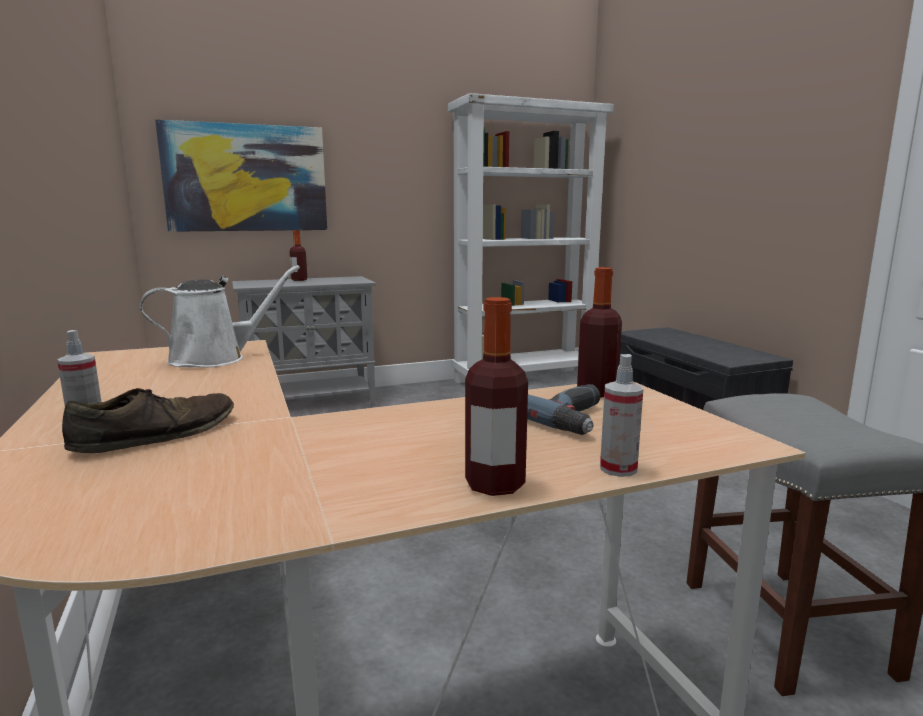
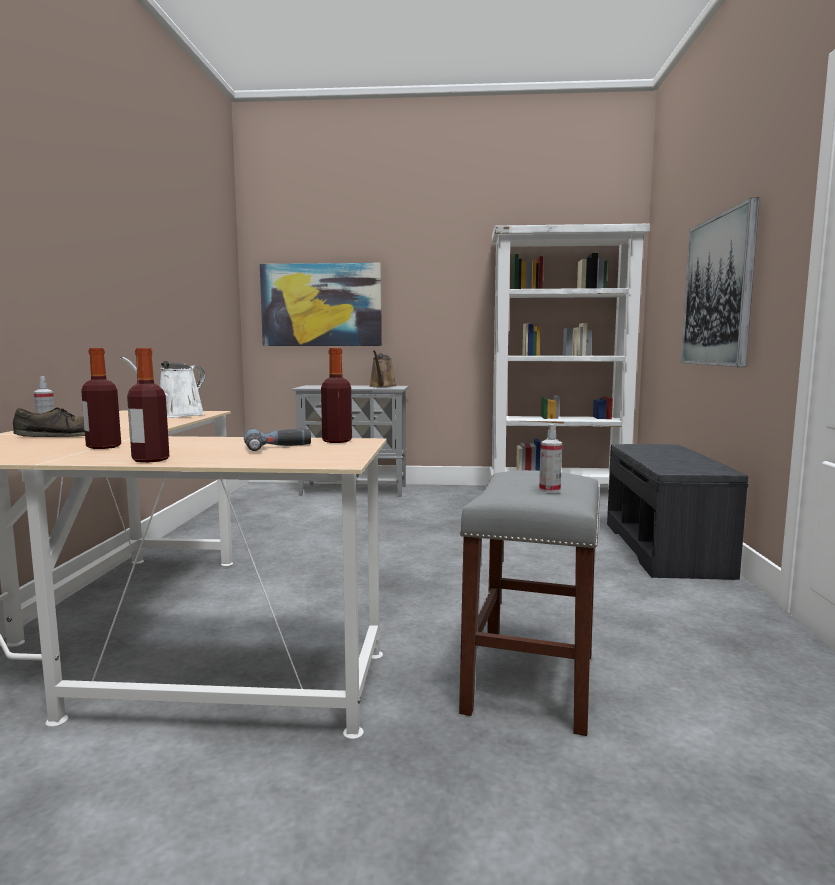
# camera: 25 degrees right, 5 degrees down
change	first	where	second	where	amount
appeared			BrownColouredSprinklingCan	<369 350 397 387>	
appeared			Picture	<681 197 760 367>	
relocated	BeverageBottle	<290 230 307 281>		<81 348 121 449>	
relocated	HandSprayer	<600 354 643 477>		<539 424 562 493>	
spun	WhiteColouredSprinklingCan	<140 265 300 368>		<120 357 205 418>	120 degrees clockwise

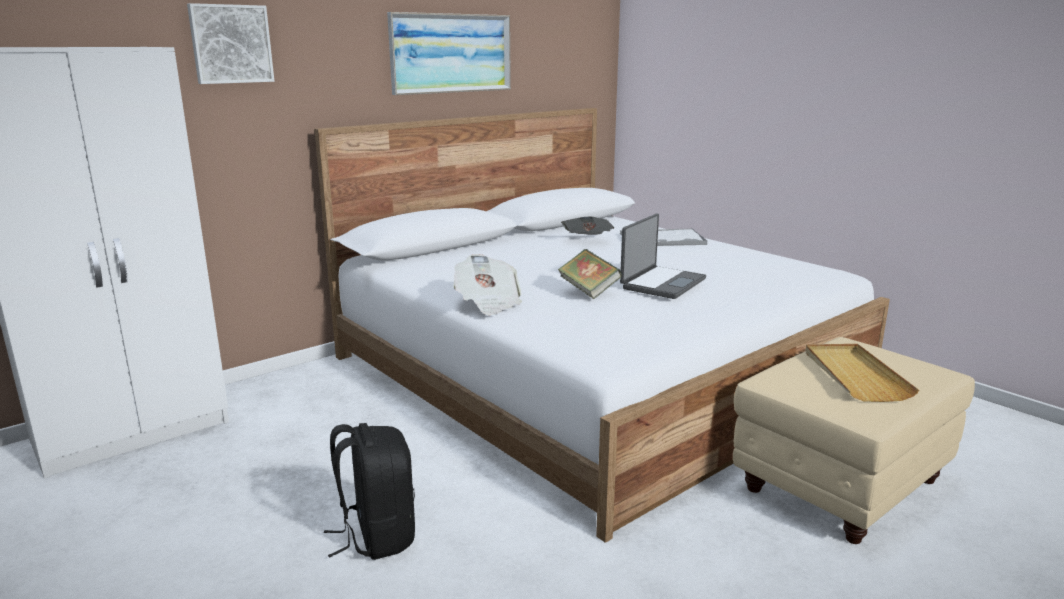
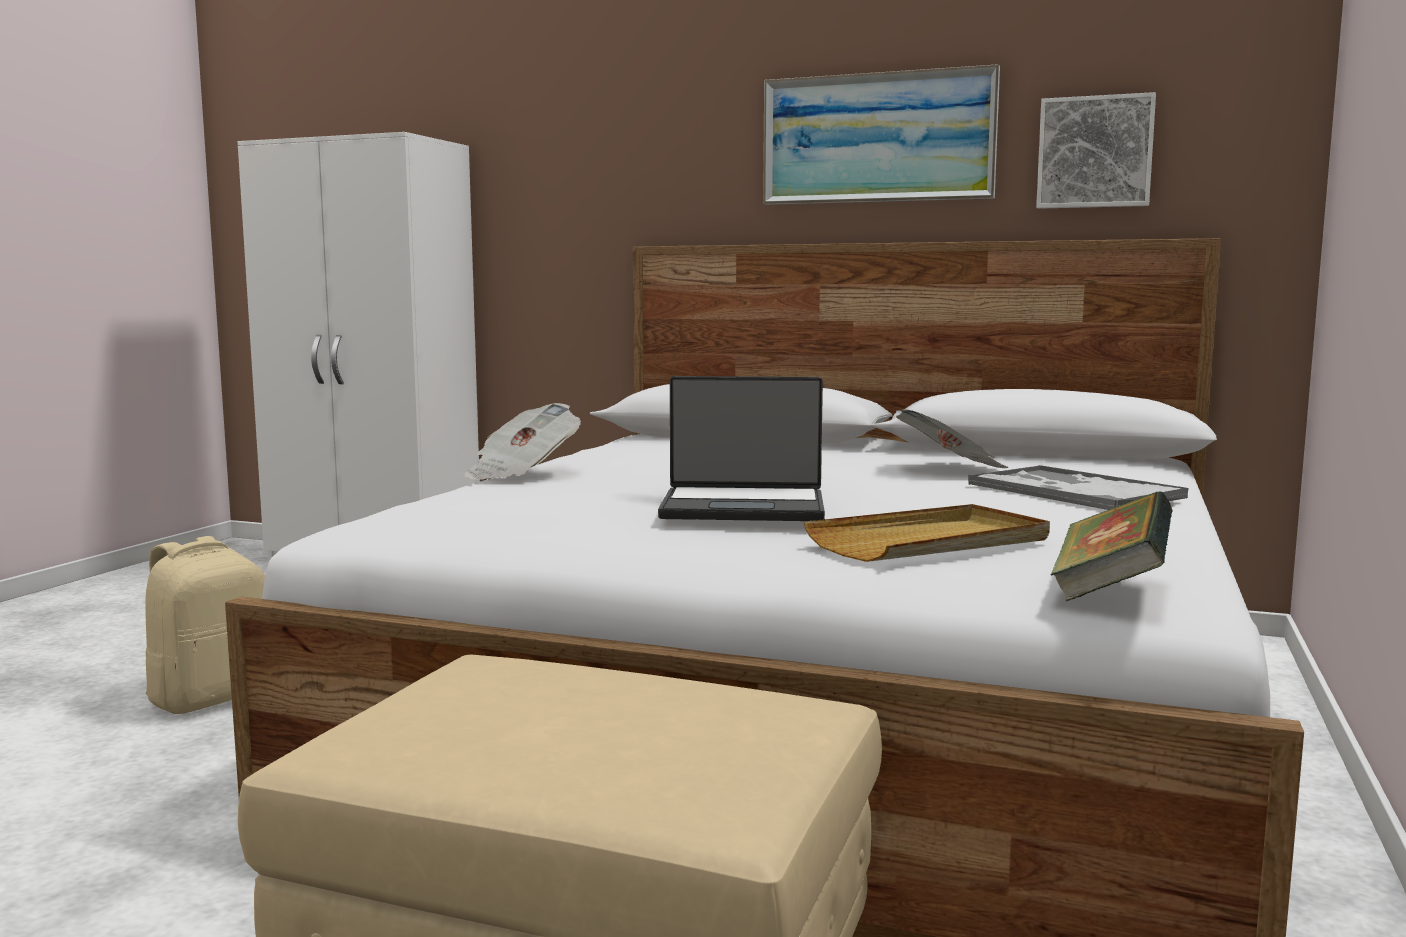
# camera: 60 degrees right, 10 degrees down
change	first	where	second	where	amount
relocated	Picture	<187 3 274 84>		<1036 92 1156 209>	
relocated	Book	<558 249 622 299>		<1051 491 1173 601>	
relocated	BeigeTray	<806 344 919 402>		<804 504 1050 562>	
colour	BlackRucksack	<324 423 415 560>	BeigeRucksack	<145 536 265 714>	

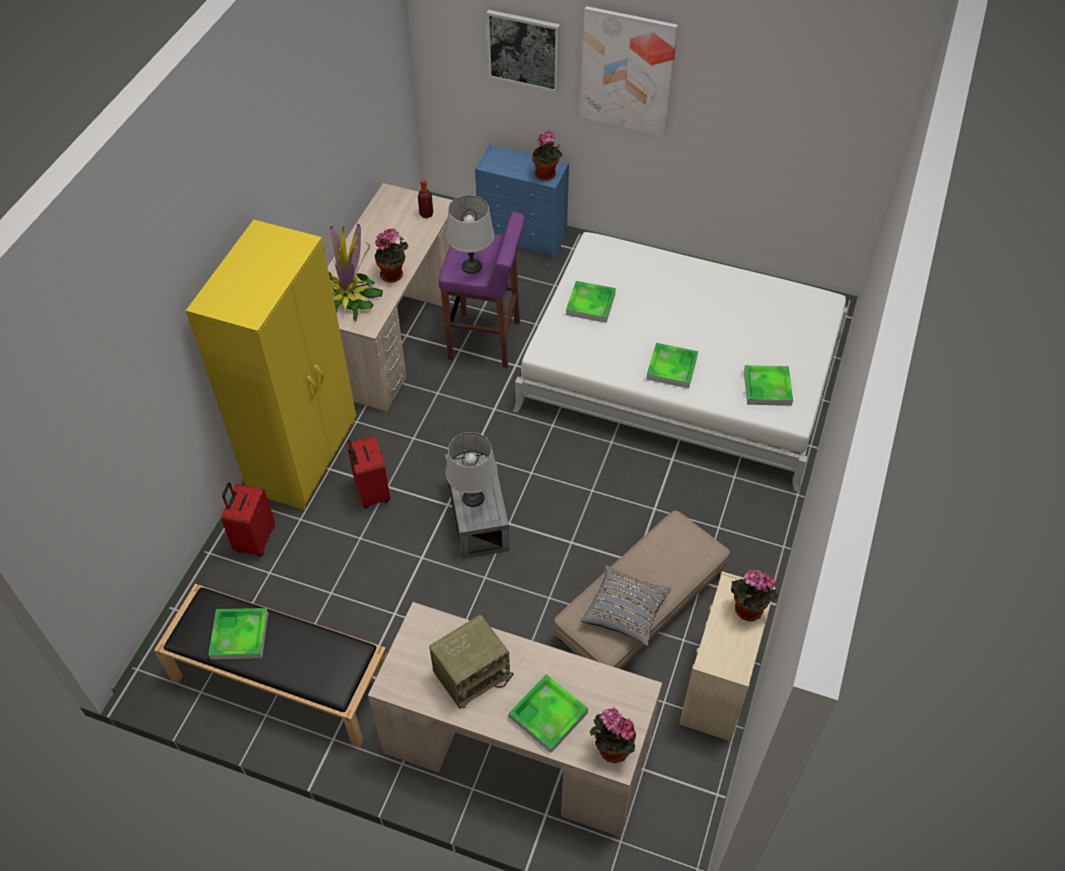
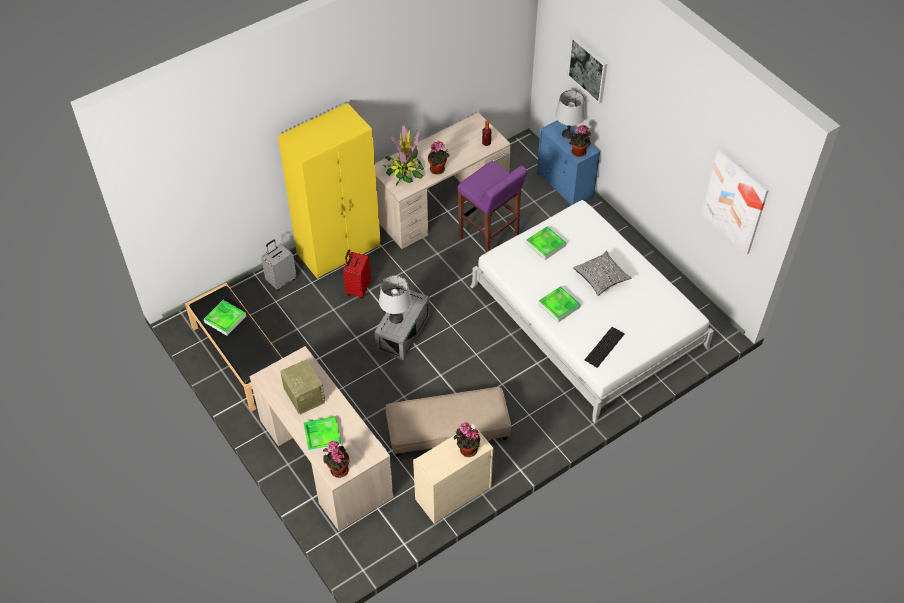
# camera: 35 degrees right, 0 degrees up
change	first	where	second	where	amount
relocated	GrayTabletopLamp	<446 195 494 274>		<555 90 586 139>	
relocated	Picture	<580 6 678 136>		<702 149 769 254>	
relocated	GrayPillow	<581 565 671 646>		<573 251 632 296>	
exchanged	Tray	<744 365 793 406>	PcKeyboard	<585 327 624 368>	
colour	RedSuitcase	<221 482 275 556>	GraySuitcase	<261 240 297 291>	
spun	Radio	<429 615 514 709>		<280 359 325 415>	120 degrees counterclockwise

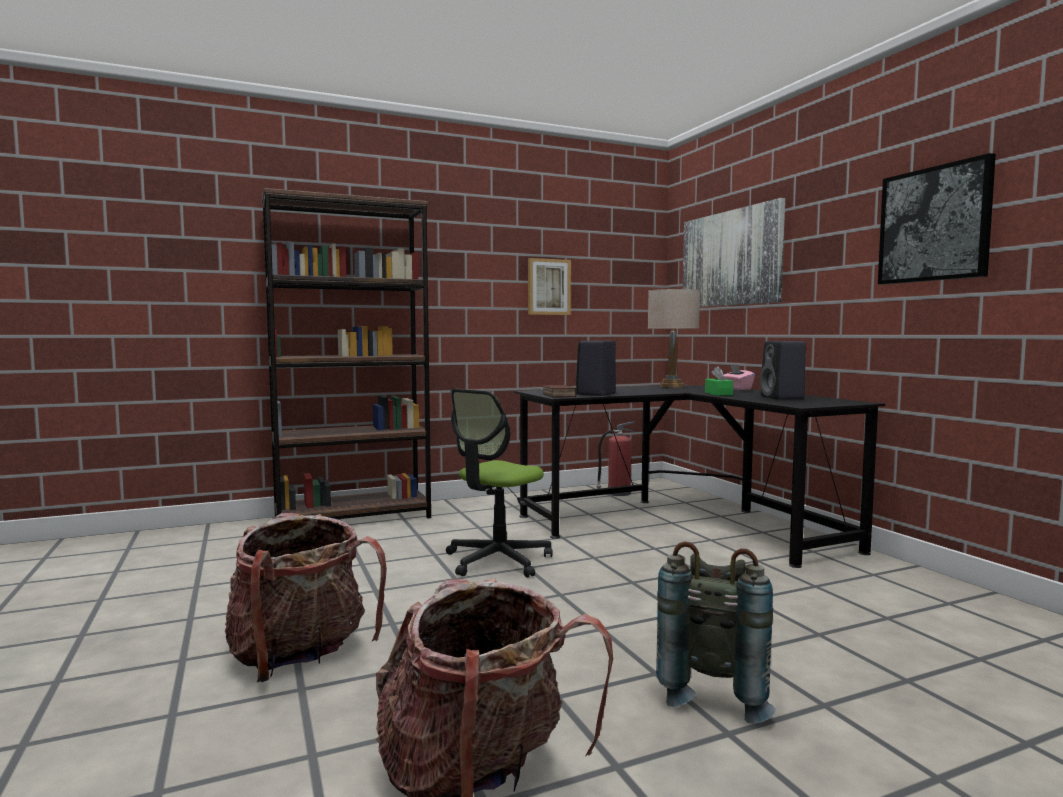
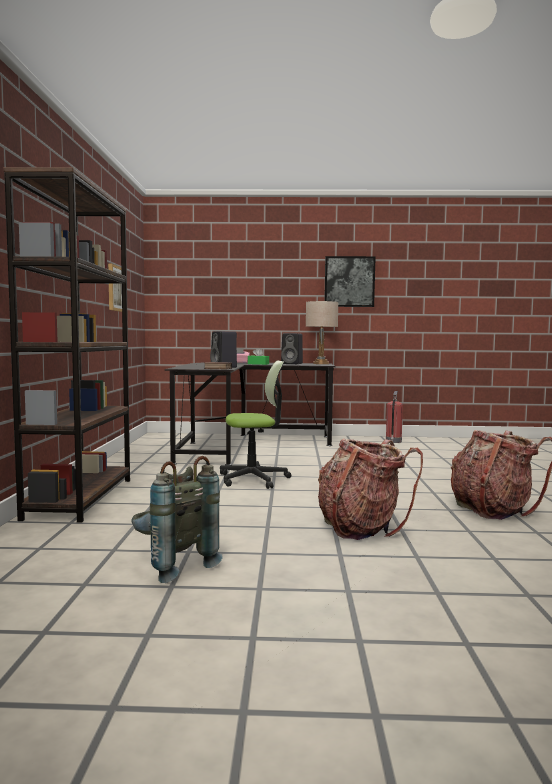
# camera: 65 degrees left, 0 degrees up
change	first	where	second	where	amount
missing	Picture	<683 198 785 307>			
relocated	FireFightingCylinder	<596 421 634 496>		<386 391 403 443>	
relocated	BeigeTabletopLamp	<648 289 700 388>		<306 301 339 364>	
relocated	GrayRucksack	<656 542 776 724>		<131 456 223 583>	
spun	ComputerChair	<446 389 552 577>		<220 360 291 489>	75 degrees counterclockwise

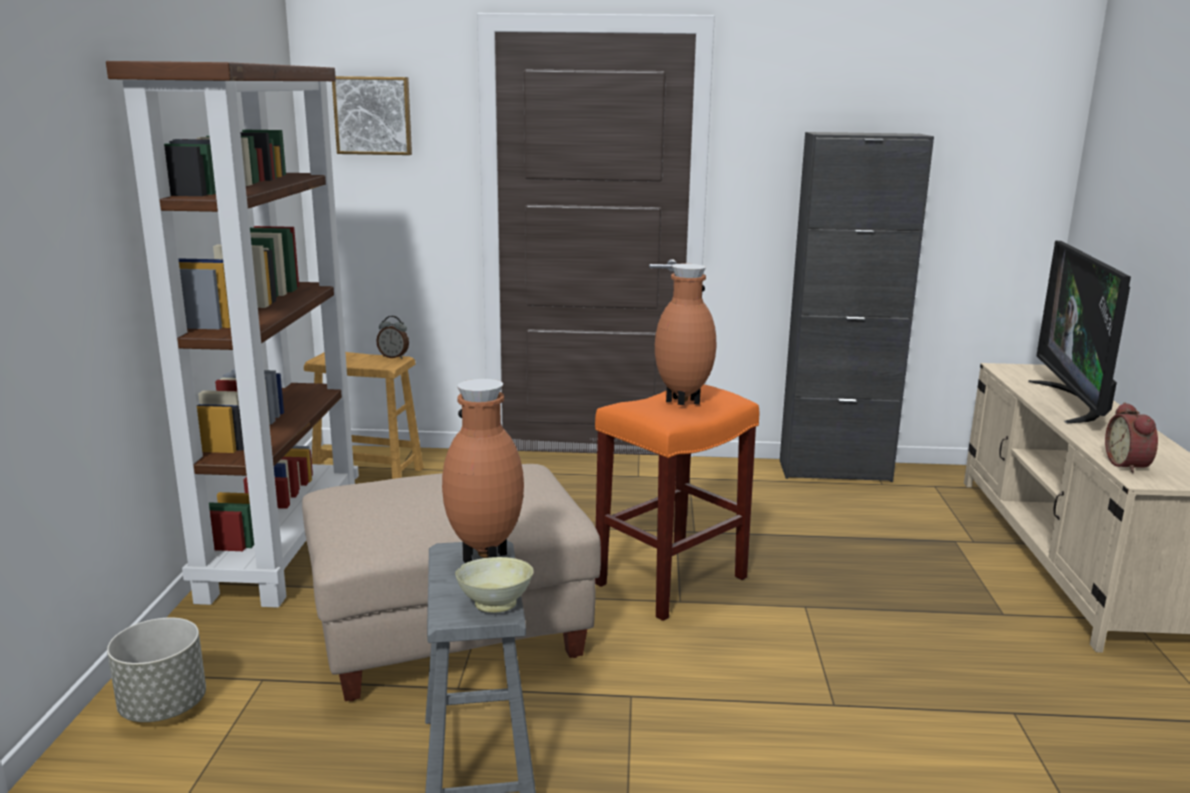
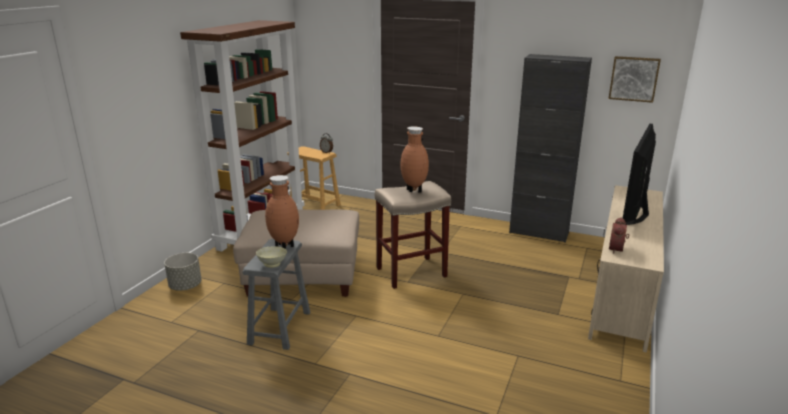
# camera: 20 degrees right, 5 degrees up
change	first	where	second	where	amount
relocated	Picture	<332 76 412 155>		<609 56 661 103>	
colour	OrangeStoolSeat	<595 384 759 621>	BeigeStoolSeat	<375 181 451 289>	

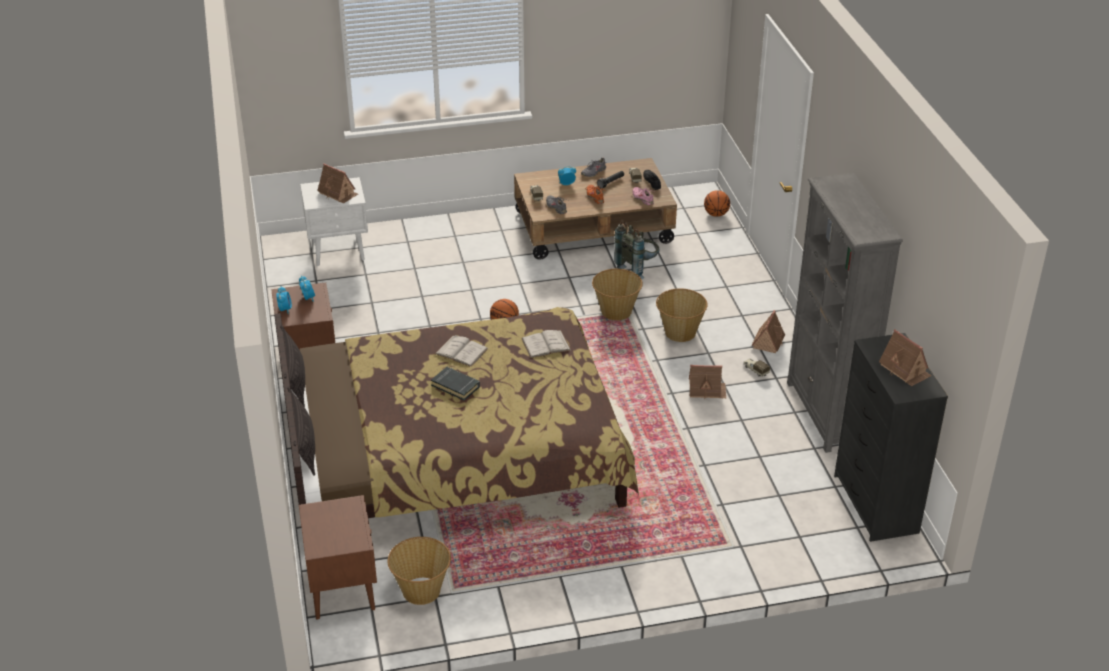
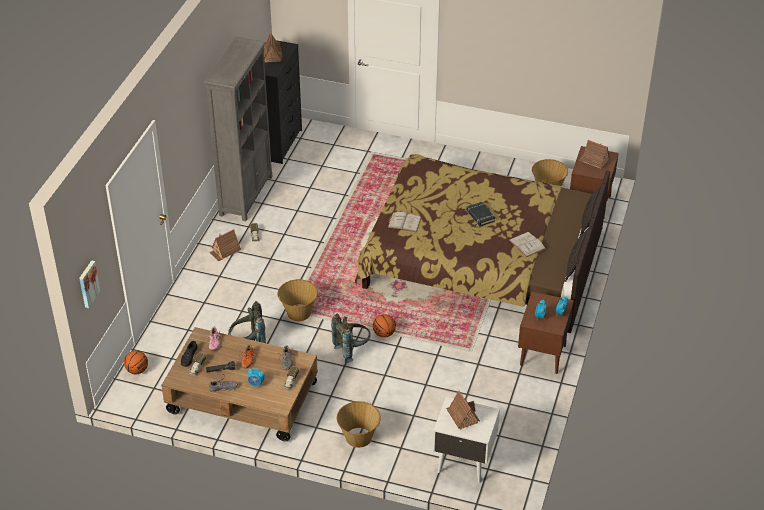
# camera: 150 degrees left, 5 degrees up
change	first	where	second	where	amount
appeared			Picture	<79 260 101 308>	
appeared			GrayRucksack	<331 314 371 363>	
relocated	WhiteColouredBook	<435 335 488 367>		<509 232 546 257>	
relocated	Basket	<656 288 708 342>		<337 401 381 448>	
relocated	ModelHouse	<689 365 726 400>		<578 140 610 169>	

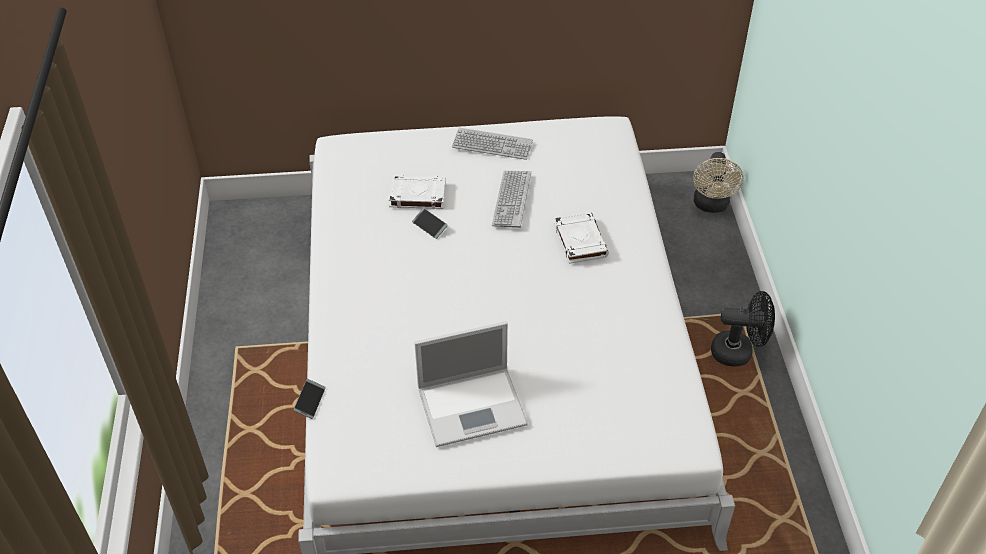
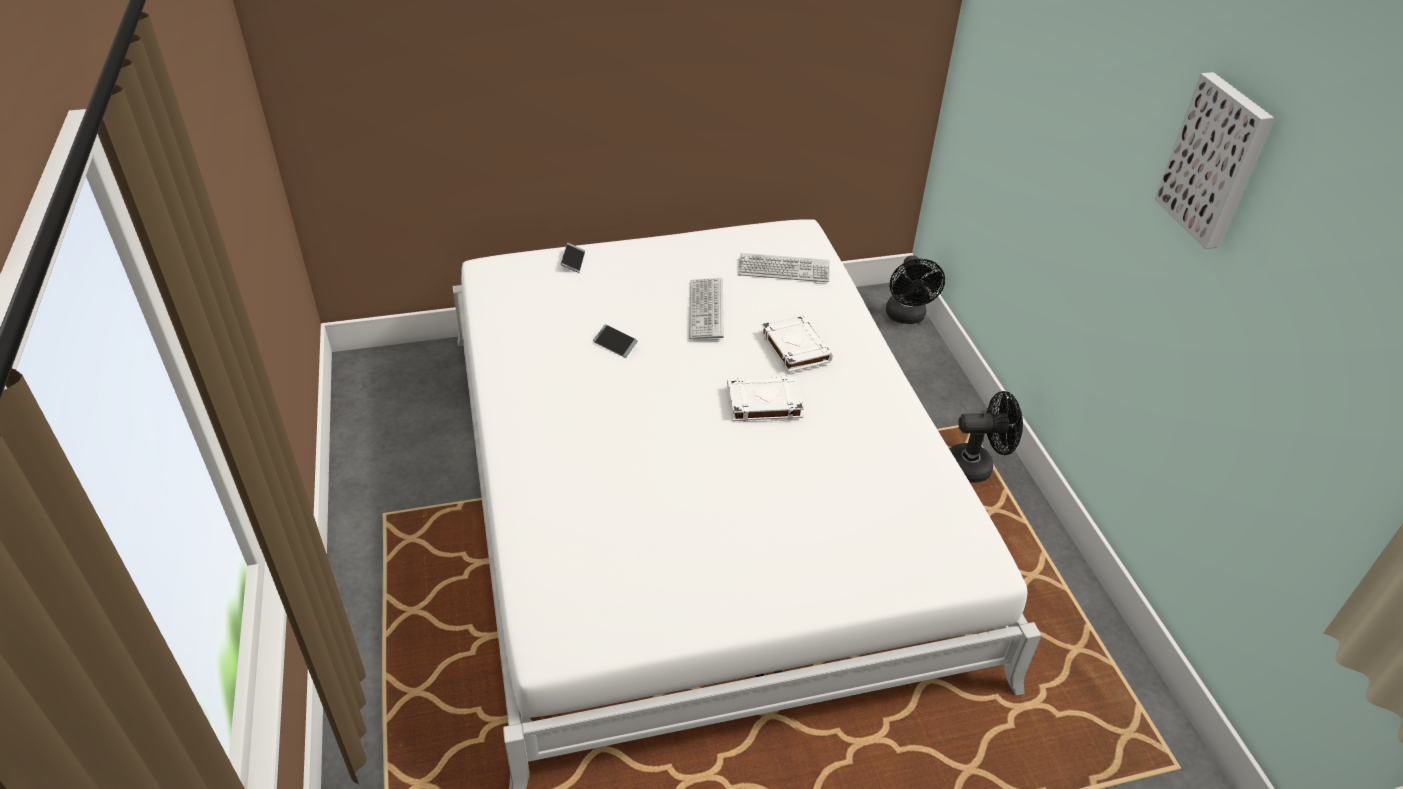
# camera: 10 degrees left, 5 degrees down
change	first	where	second	where	amount
missing	Laptop	<414 321 528 447>			
appeared			Picture	<1154 72 1274 249>	
relocated	Handset	<294 379 326 419>		<561 243 585 273>	
relocated	WhiteColouredBook	<389 175 446 209>		<727 376 804 421>	
relocated	PcKeyboard	<452 128 533 160>		<738 253 830 282>	
colour	BeigeElectricFan	<693 152 743 213>	BlackElectricFan	<886 255 945 324>	

